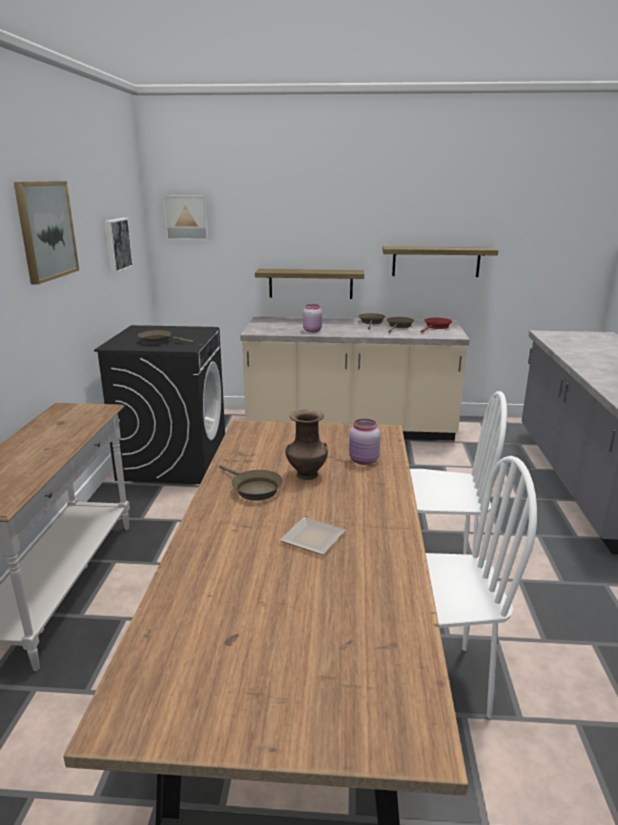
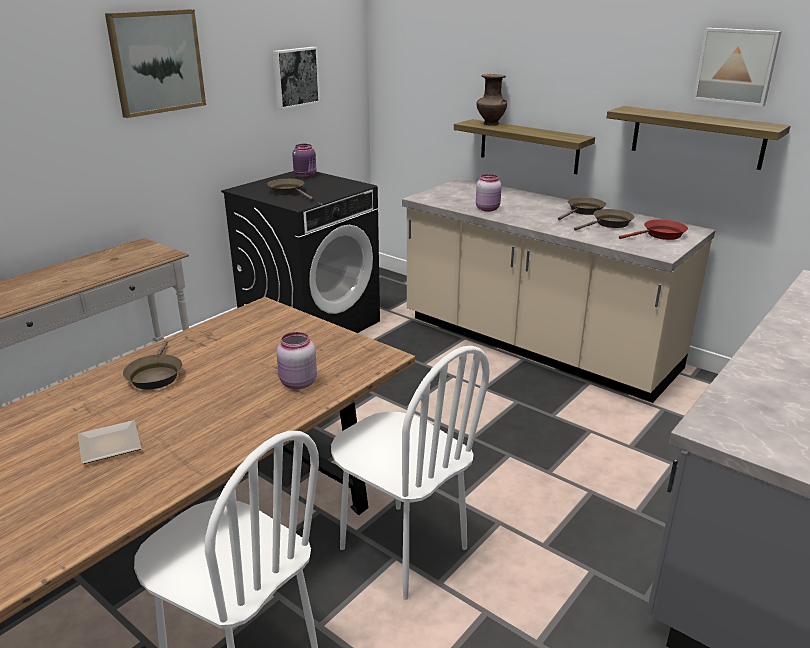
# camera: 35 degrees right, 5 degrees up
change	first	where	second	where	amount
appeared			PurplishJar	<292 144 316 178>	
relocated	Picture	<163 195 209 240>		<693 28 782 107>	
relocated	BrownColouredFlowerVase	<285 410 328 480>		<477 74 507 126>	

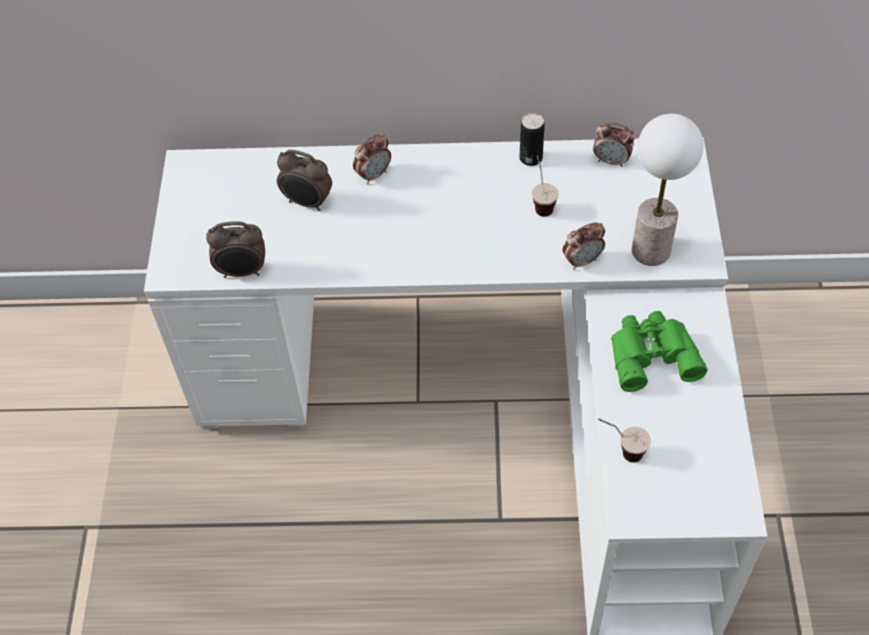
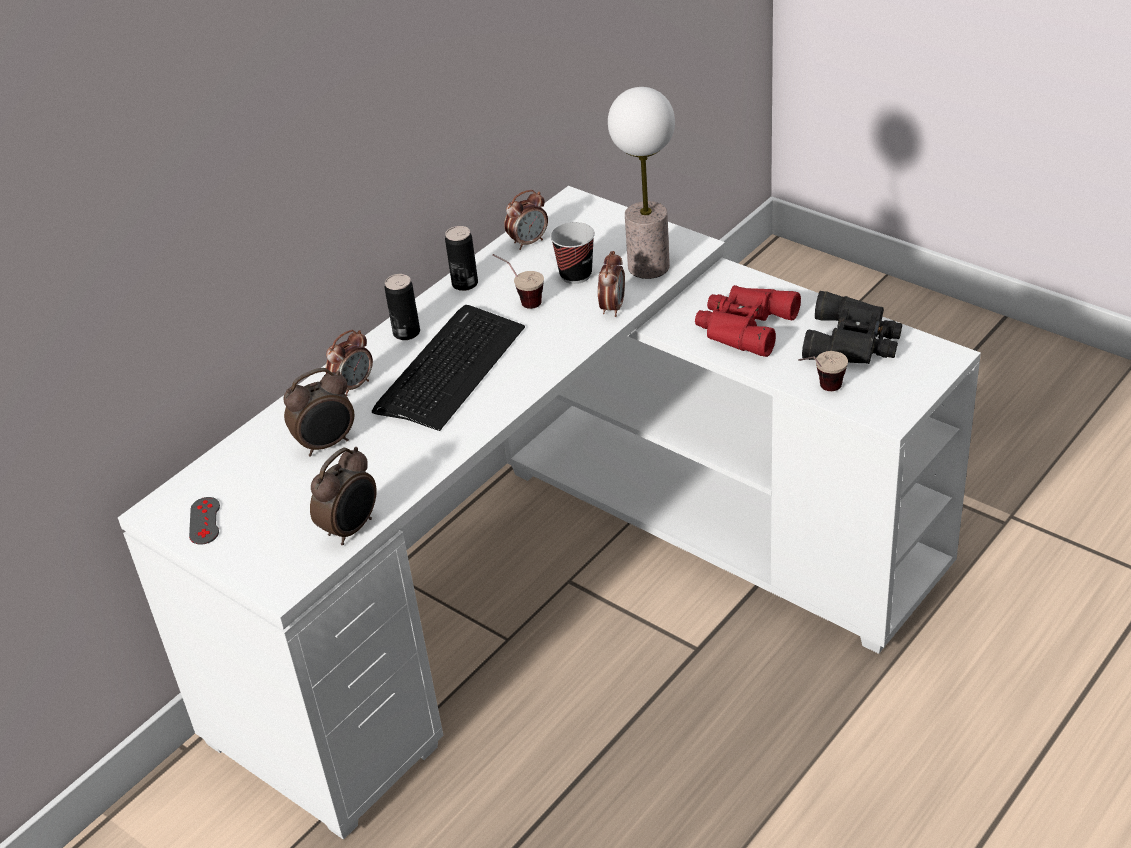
# camera: 50 degrees left, 15 degrees down
change	first	where	second	where	amount
appeared			GrayGameController	<189 497 220 545>	
appeared			PcKeyboard	<372 305 525 431>	
appeared			Can	<385 274 420 340>	
appeared			SmallCup	<550 222 595 284>	
appeared			BlackPairOfBinoculars	<802 291 902 364>	
colour	GreenishPairOfBinoculars	<611 311 708 392>	RedPairOfBinoculars	<695 285 801 357>	
spun	AlarmClock	<353 134 391 184>		<326 330 373 396>	45 degrees clockwise

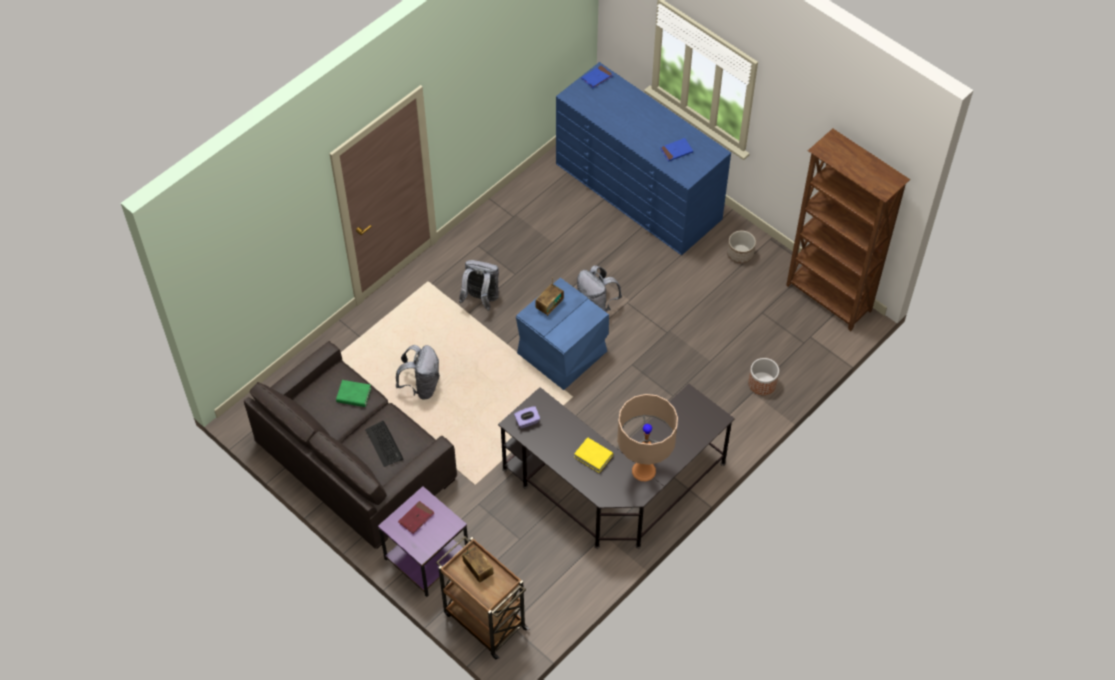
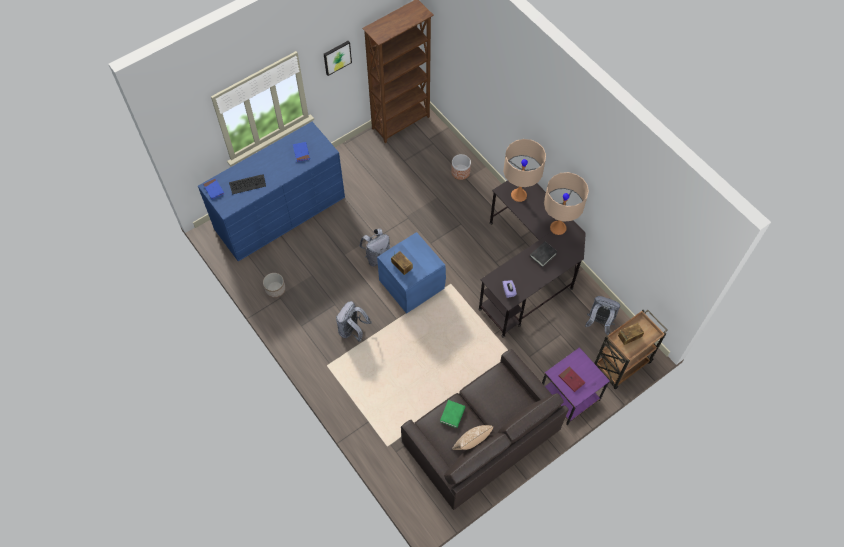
# camera: 80 degrees left, 5 degrees up
change	first	where	second	where	amount
appeared			Picture	<324 41 352 76>	
appeared			Pillow	<452 425 493 450>	
appeared			BeigeTabletopLamp	<503 139 546 202>	
relocated	PcKeyboard	<365 421 403 467>		<229 174 266 194>	
relocated	GrayRucksack	<396 345 440 399>		<585 296 620 335>	
relocated	Planter	<727 230 756 264>		<263 273 286 298>	
colour	YellowBook	<574 437 613 473>	BlackBook	<530 242 558 267>	

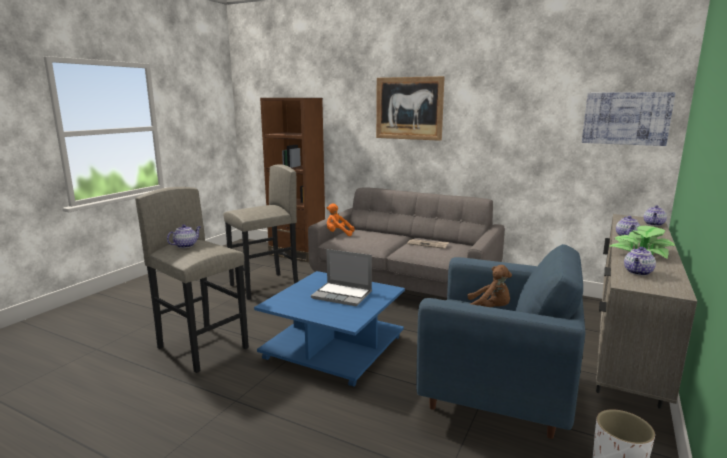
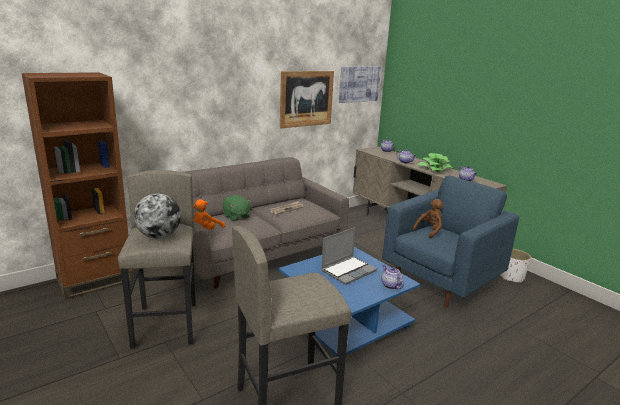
# camera: 65 degrees left, 5 degrees up
change	first	where	second	where	amount
appeared			DeskGlobe	<134 193 181 238>	
appeared			GreenishCuddlyToy	<223 195 251 221>	
relocated	TeaPot	<167 224 200 248>		<381 265 404 289>	
relocated	Picture	<376 76 445 141>		<280 71 334 128>	

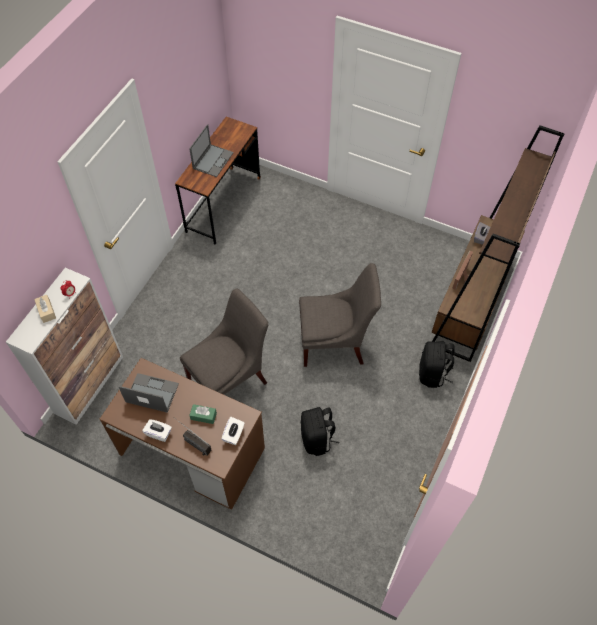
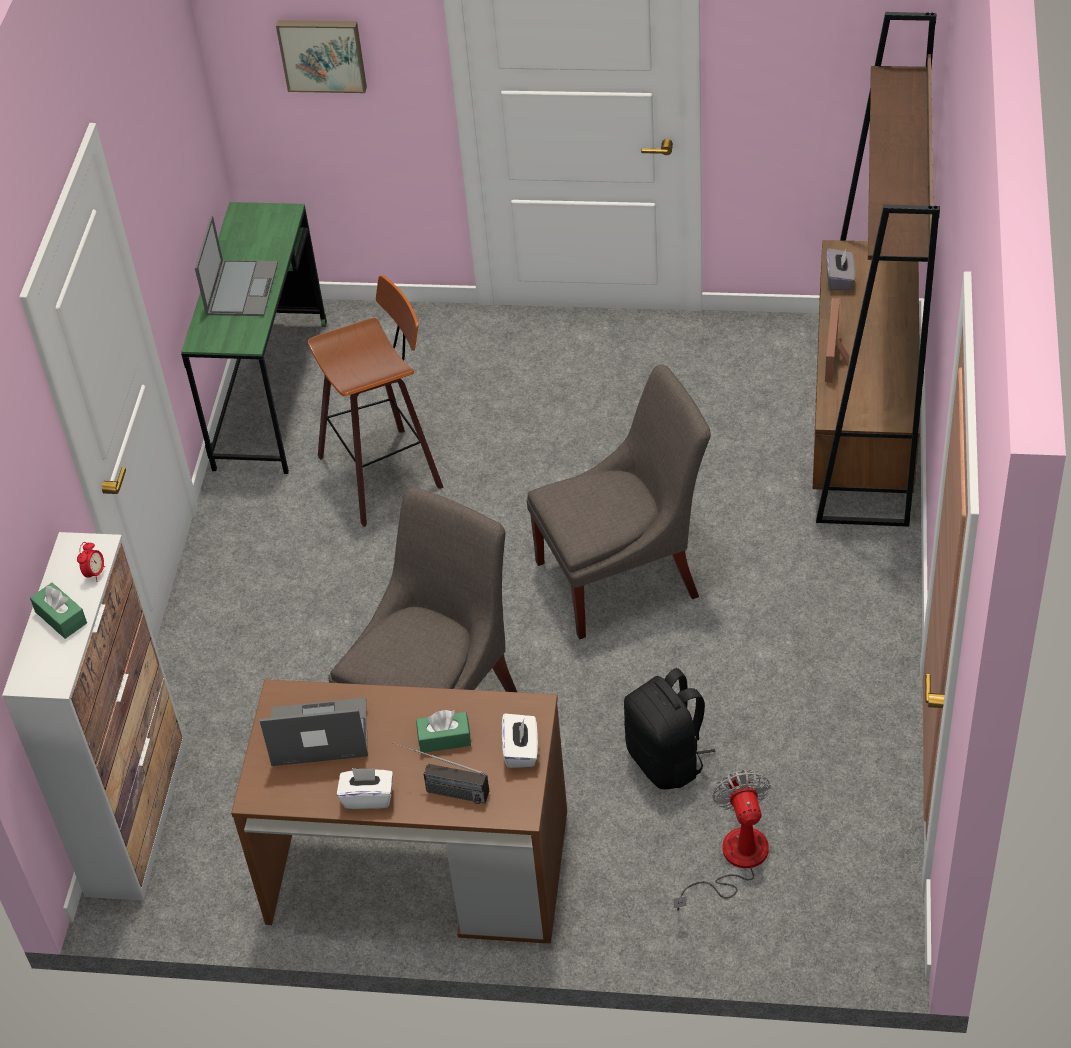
# camera: 15 degrees left, 10 degrees down
change	first	where	second	where	amount
missing	BlackRucksack	<419 341 455 388>			
appeared			Picture	<276 20 367 93>	
appeared			StoolSeat	<308 275 444 527>	
appeared			ElectricFan	<674 770 771 911>	
colour	BeigeBoxOfTissues	<34 295 56 323>	GreenishBoxOfTissues	<30 583 87 639>	
colour	BrownColouredDeskUnit	<175 117 261 245>	GreenishDeskUnit	<181 202 327 474>	

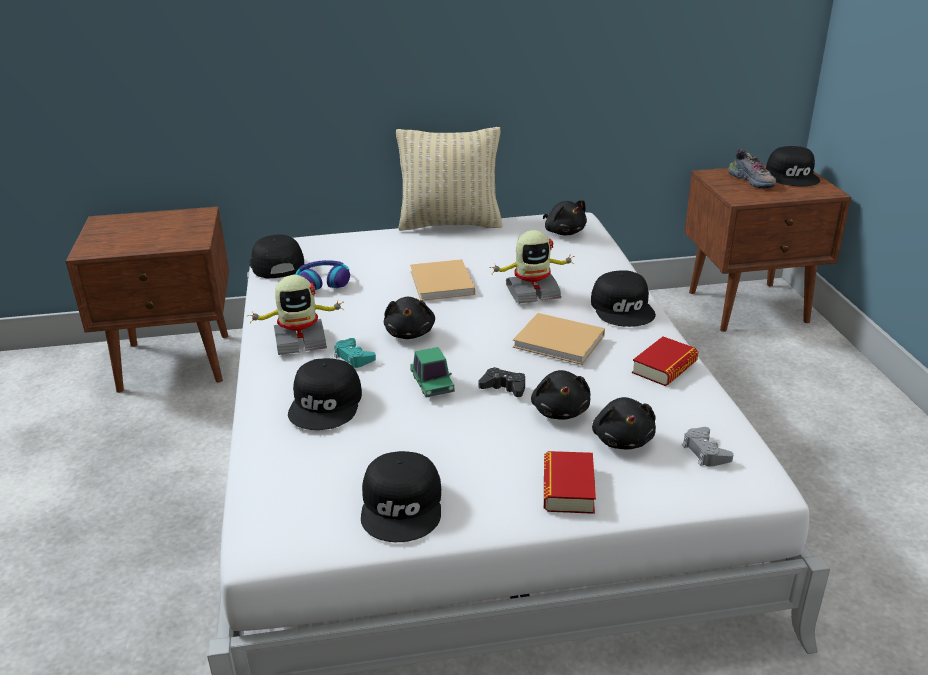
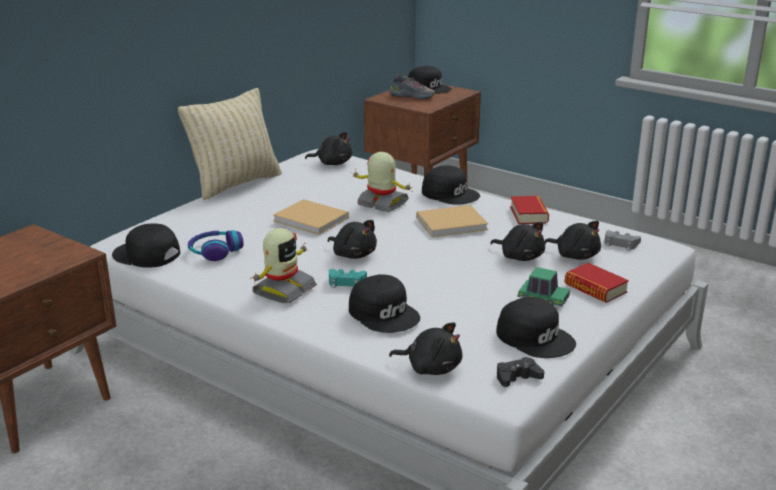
# camera: 45 degrees left, 5 degrees down
change	first	where	second	where	amount
appeared			BlackCuddlyToy	<389 322 462 375>	
relocated	MiniatureCar	<411 347 454 398>		<517 267 570 306>	
relocated	BlackGameController	<478 367 525 397>		<497 357 544 387>	
spun	ToyRobot	<491 230 574 304>		<352 152 413 212>	90 degrees counterclockwise

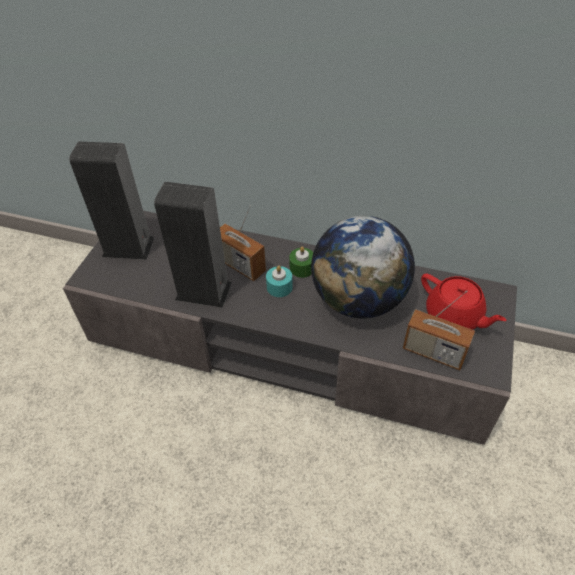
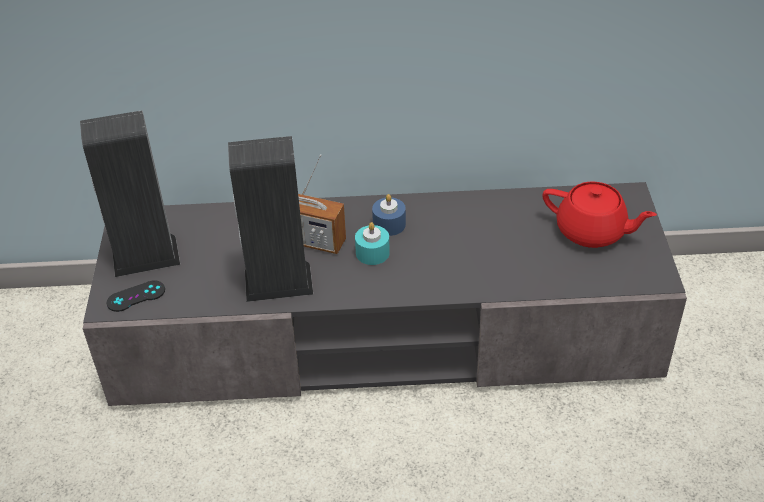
# camera: 20 degrees left, 5 degrees down
change	first	where	second	where	amount
missing	DeskGlobe	<311 216 415 319>			
missing	Radio	<403 291 475 370>			
appeared			BlackGameController	<107 280 165 312>	
colour	GreenishWaxCandle	<289 246 313 278>	BlueWaxCandle	<372 194 406 236>	

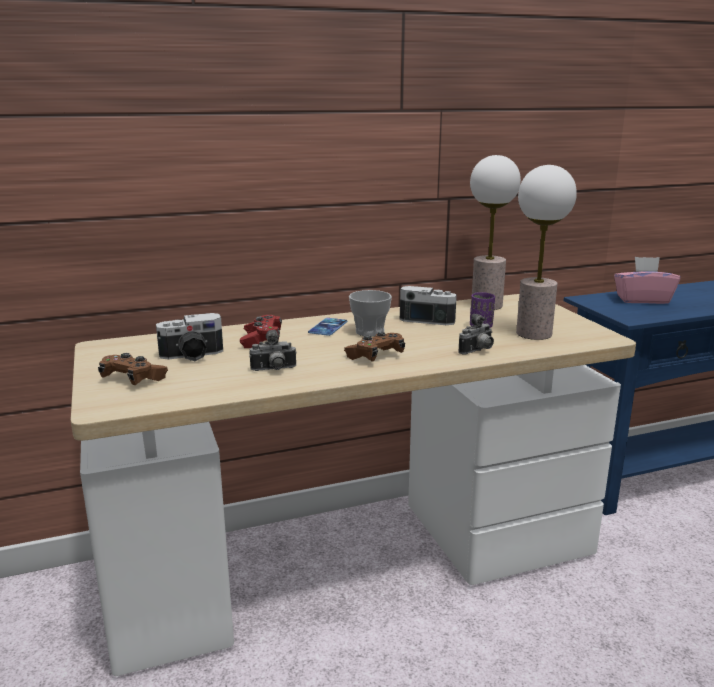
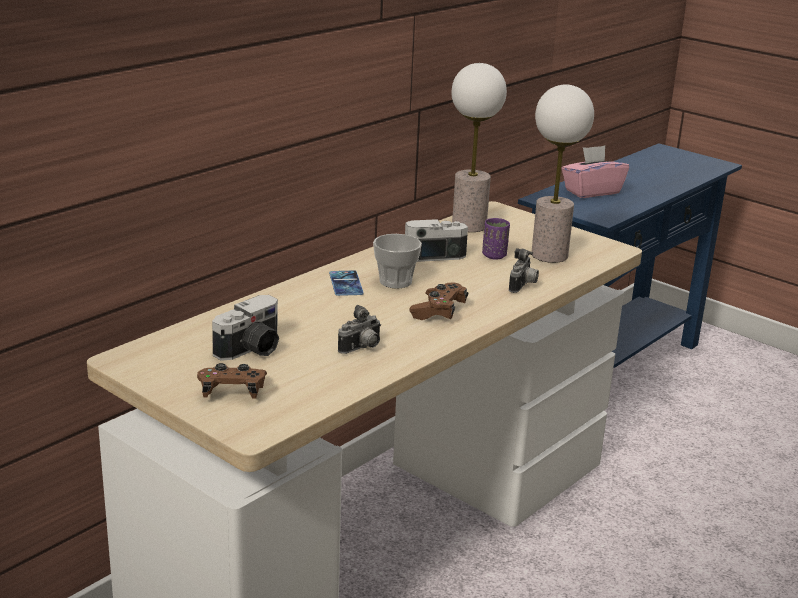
# camera: 30 degrees left, 5 degrees up
change	first	where	second	where	amount
missing	RedGameController	<240 315 282 348>			

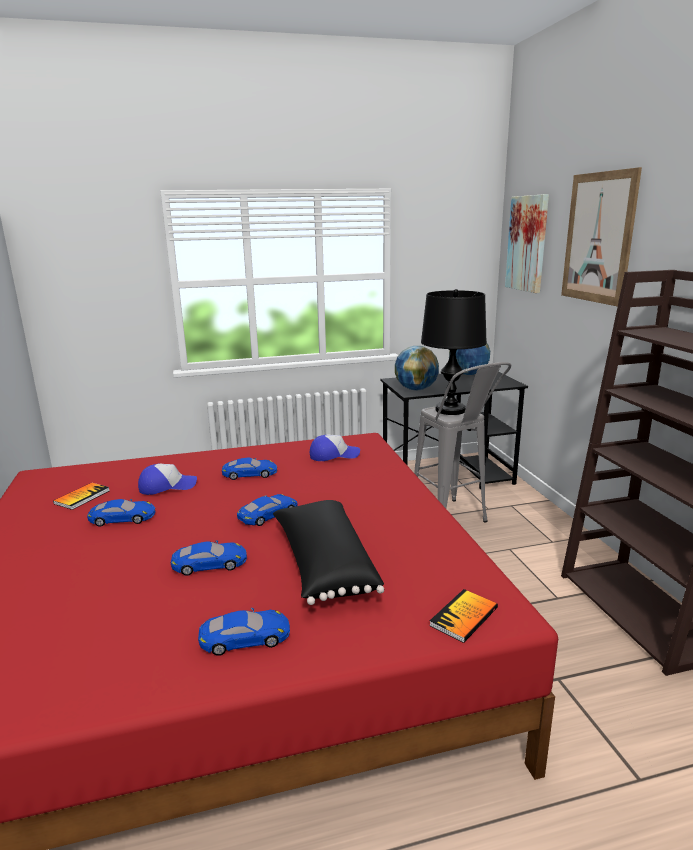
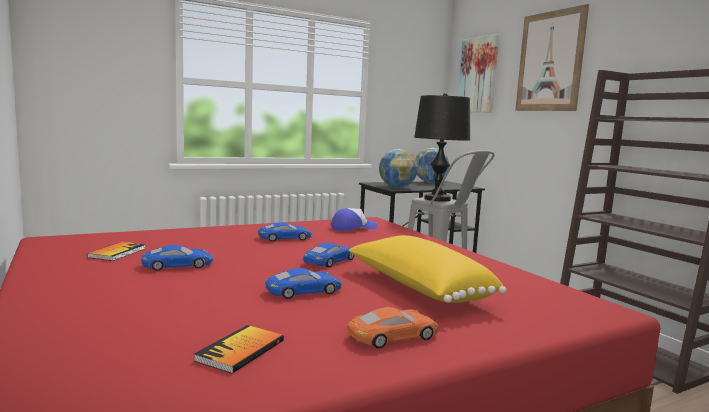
# camera: 15 degrees left, 10 degrees down
change	first	where	second	where	amount
missing	BaseballCap	<138 464 197 495>			
relocated	Book	<429 589 498 643>		<194 325 284 373>	
colour	BlueMiniatureCar	<198 608 290 656>	OrangeMiniatureCar	<347 307 438 348>	
colour	BlackPillow	<273 500 384 605>	YellowPillow	<349 235 507 303>	

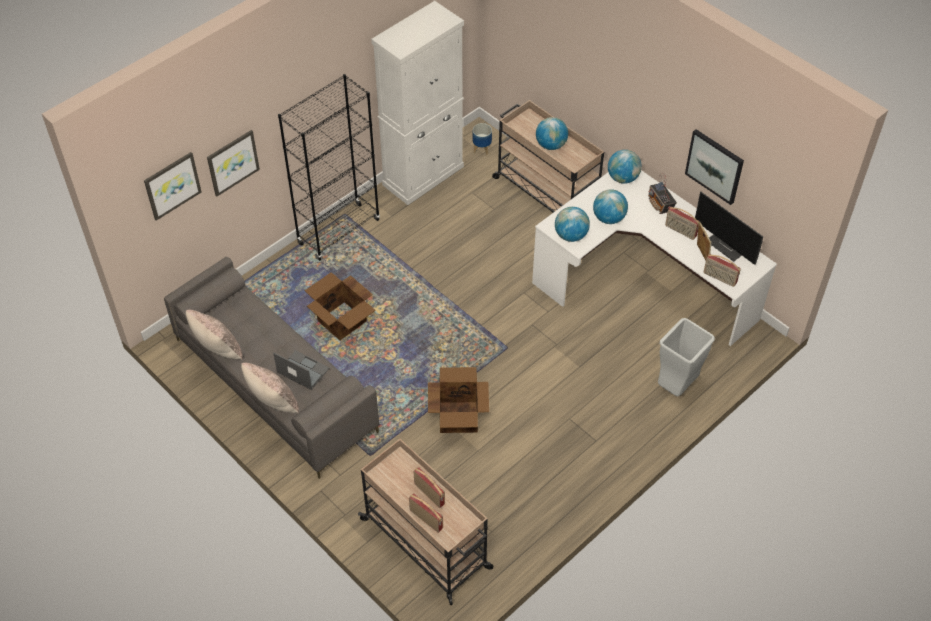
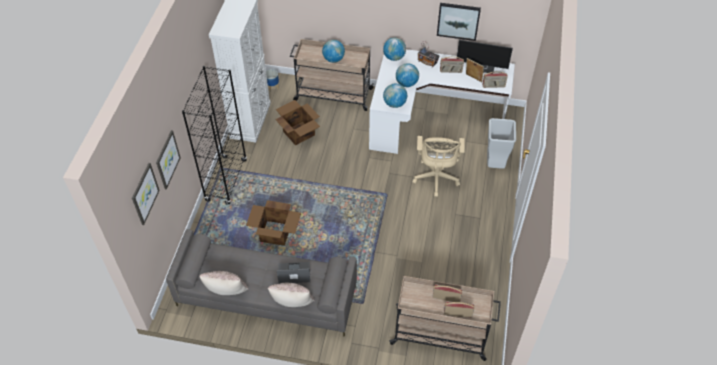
# camera: 35 degrees left, 0 degrees up
change	first	where	second	where	amount
appeared			BeigeComputerChair	<412 136 465 197>	
relocated	Carton	<428 367 489 433>		<275 100 320 146>	

